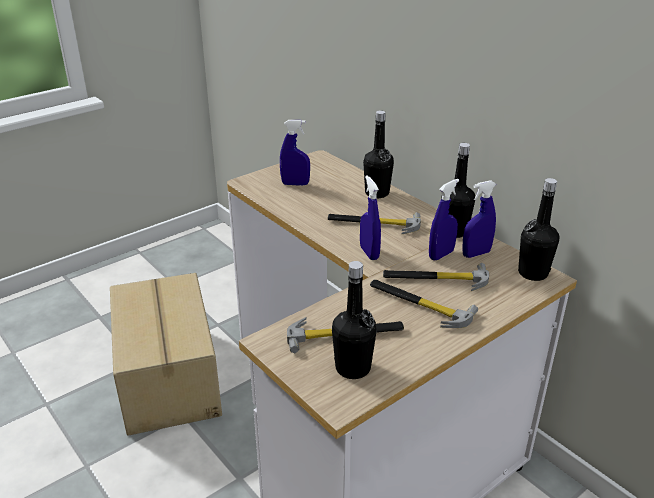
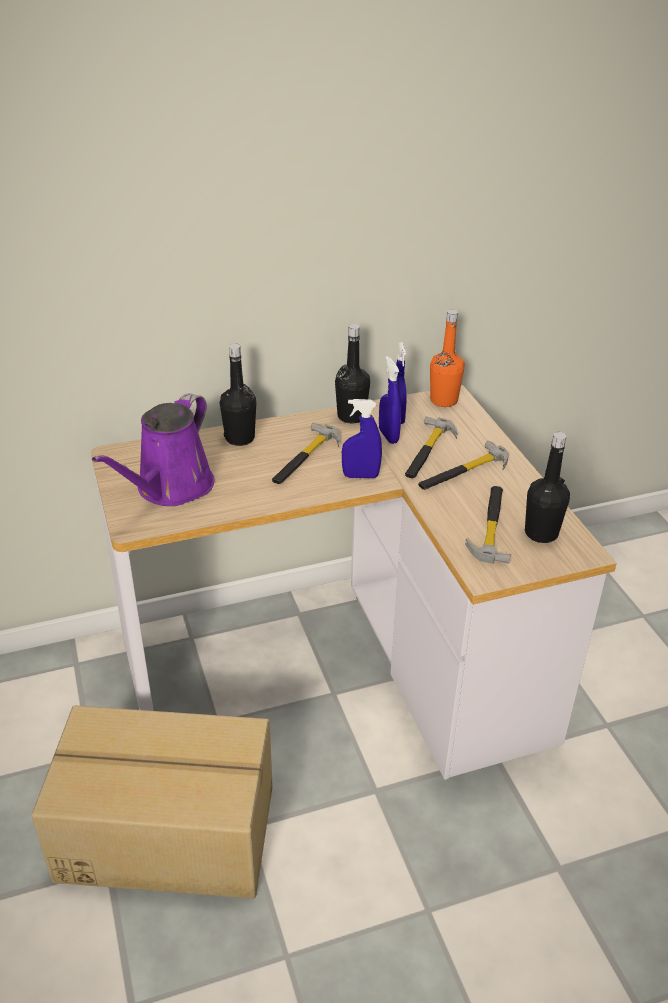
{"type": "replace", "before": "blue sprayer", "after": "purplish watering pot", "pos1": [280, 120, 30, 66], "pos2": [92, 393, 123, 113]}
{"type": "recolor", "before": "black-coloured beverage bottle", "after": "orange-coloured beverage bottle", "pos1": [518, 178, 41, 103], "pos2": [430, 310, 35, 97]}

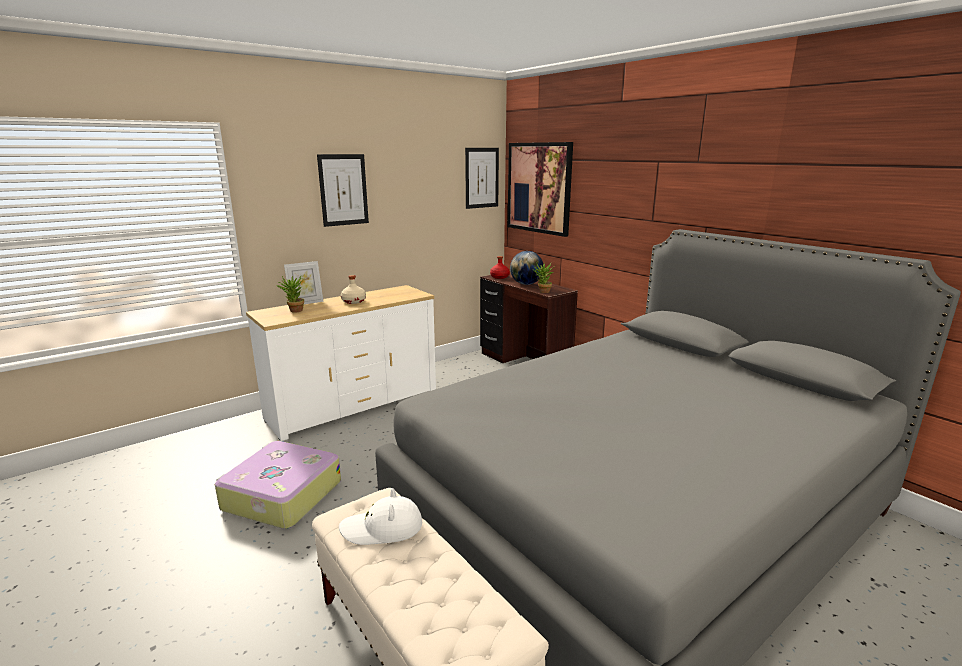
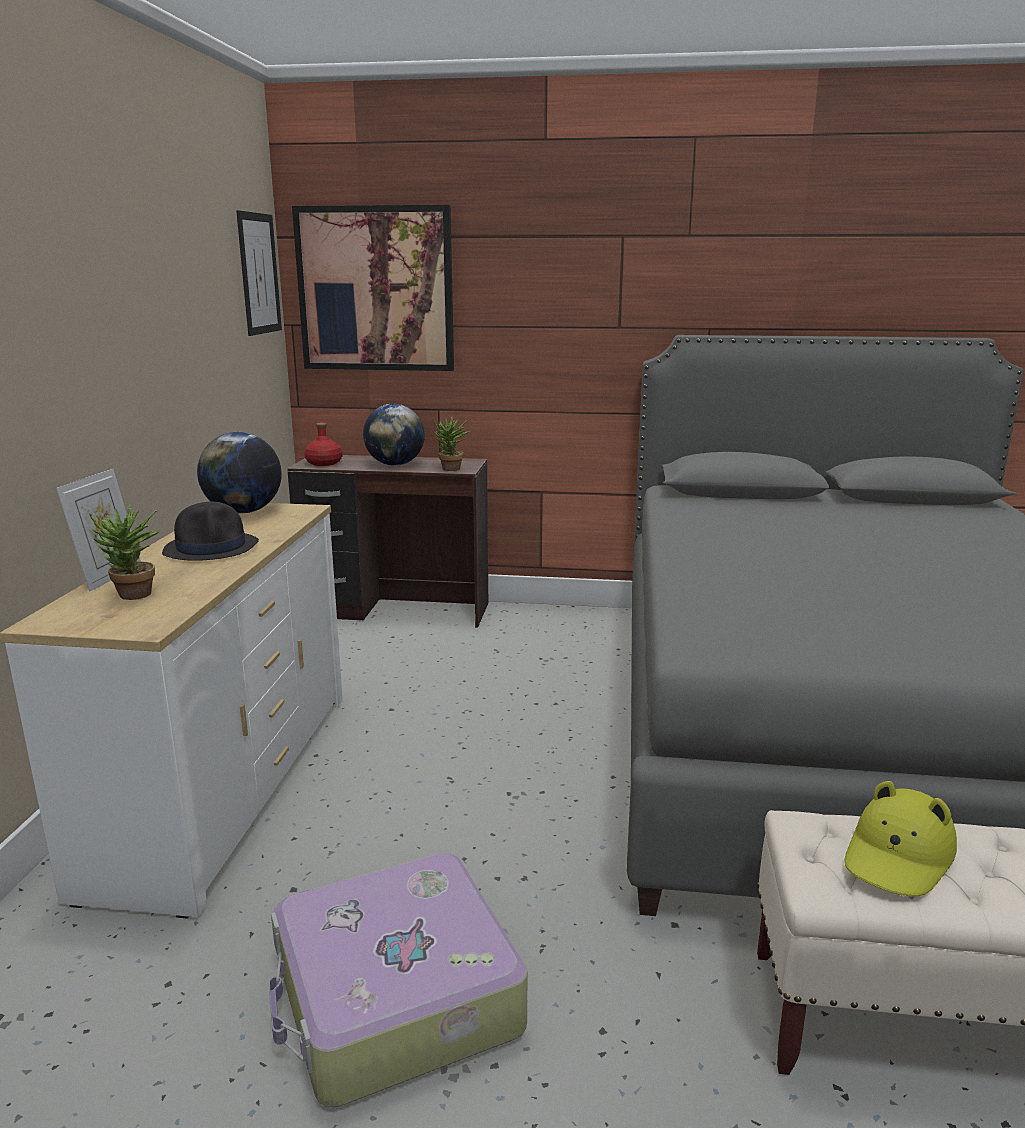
{"type": "replace", "before": "sand-coloured beverage bottle", "after": "black-coloured hat", "pos1": [341, 275, 25, 29], "pos2": [162, 502, 97, 59]}
{"type": "insert", "after": "world globe", "pos2": [197, 432, 85, 81]}
{"type": "recolor", "before": "white hat", "after": "yellow hat", "pos1": [339, 488, 83, 57], "pos2": [844, 781, 113, 115]}
{"type": "delete", "before": "wall picture", "pos1": [317, 154, 52, 73]}

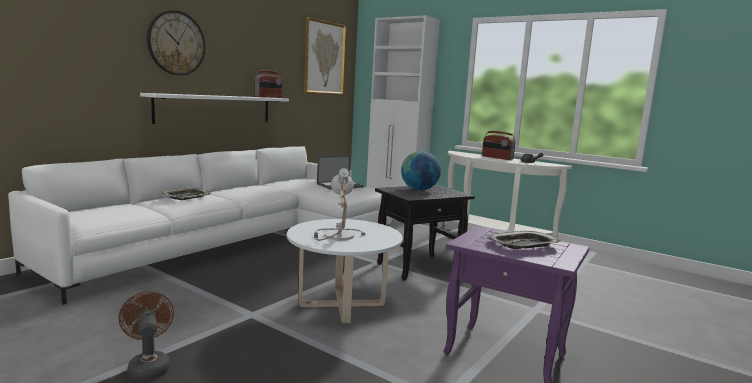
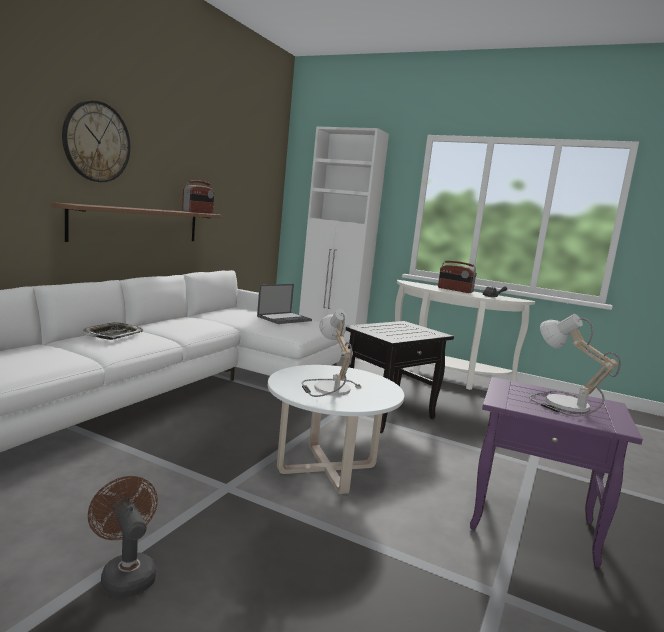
{"type": "recolor", "before": "white shelf", "after": "brown shelf", "pos1": [140, 93, 149, 31], "pos2": [52, 202, 170, 40]}
{"type": "replace", "before": "serving tray", "after": "lamp for a table", "pos1": [487, 231, 73, 18], "pos2": [529, 314, 92, 103]}
{"type": "delete", "before": "wall picture", "pos1": [304, 17, 42, 78]}
{"type": "delete", "before": "world globe", "pos1": [401, 151, 40, 39]}

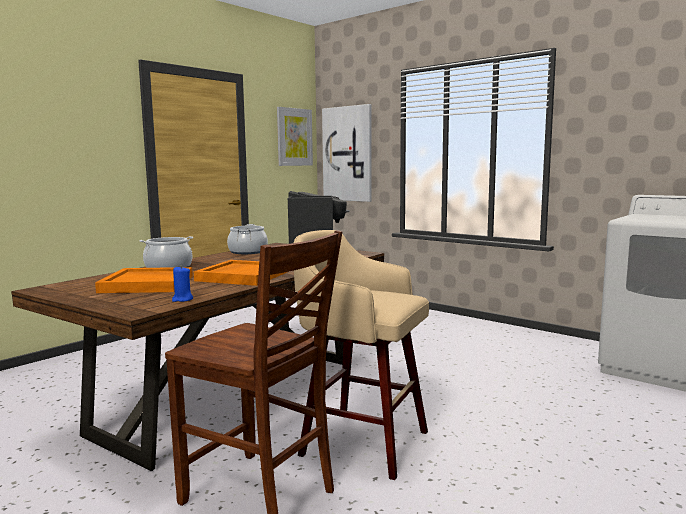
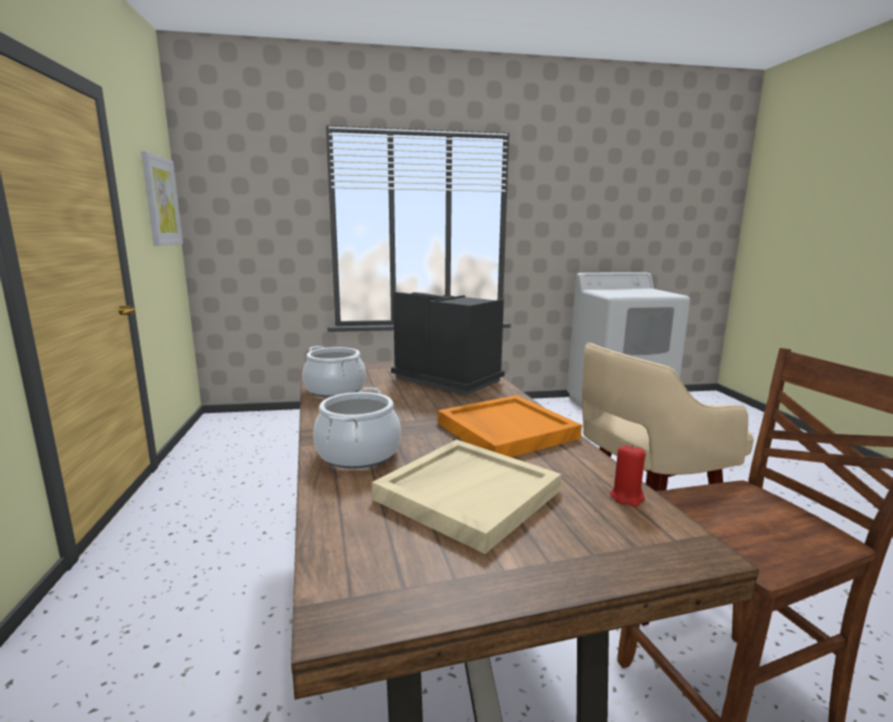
{"type": "recolor", "before": "orange-coloured serving tray", "after": "sand-coloured serving tray", "pos1": [95, 267, 98, 26], "pos2": [372, 439, 189, 115]}
{"type": "recolor", "before": "blue candle", "after": "red-coloured candle", "pos1": [172, 267, 21, 35], "pos2": [610, 444, 36, 63]}
{"type": "delete", "before": "wall picture", "pos1": [322, 104, 50, 98]}

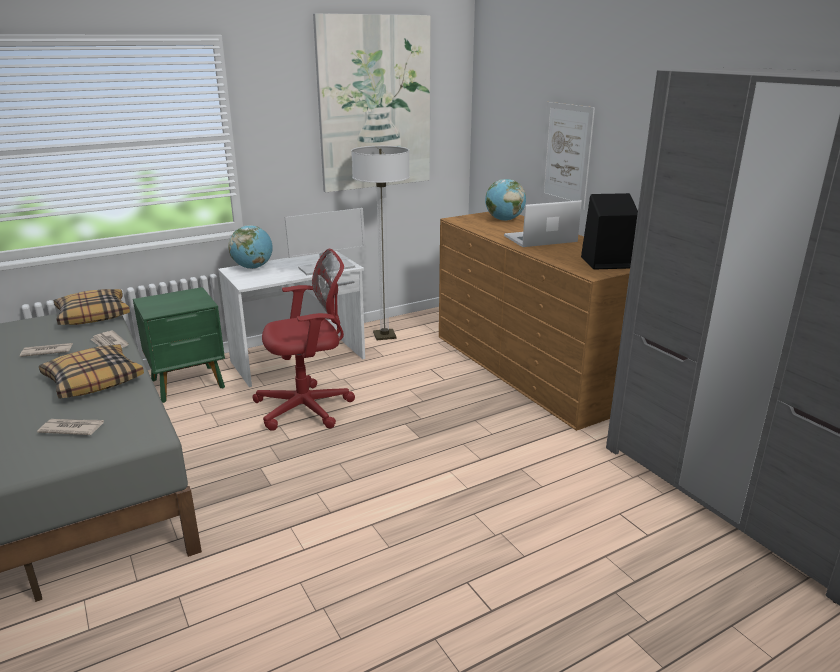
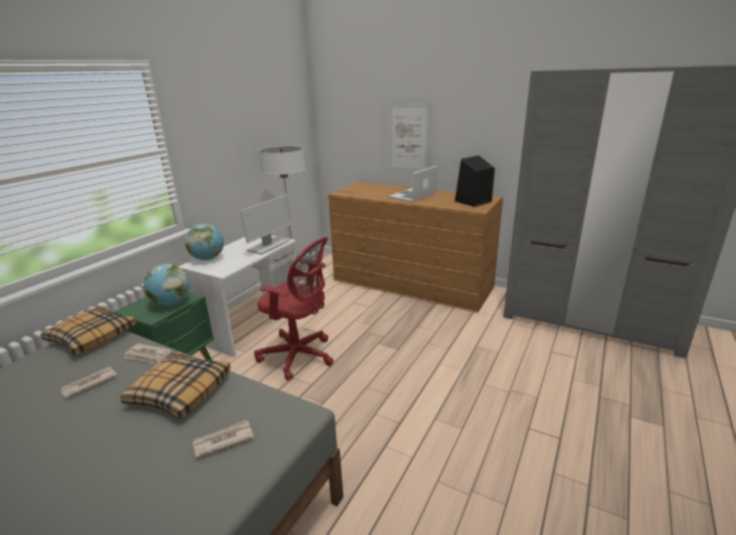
{"type": "move", "before": "world globe", "pos1": [485, 179, 41, 42], "pos2": [144, 264, 46, 42]}
{"type": "rotate", "before": "red-coloured office chair", "pos1": [252, 249, 103, 182], "pos2": [254, 237, 80, 144], "turn": 75}
{"type": "delete", "before": "wall picture", "pos1": [313, 13, 118, 179]}

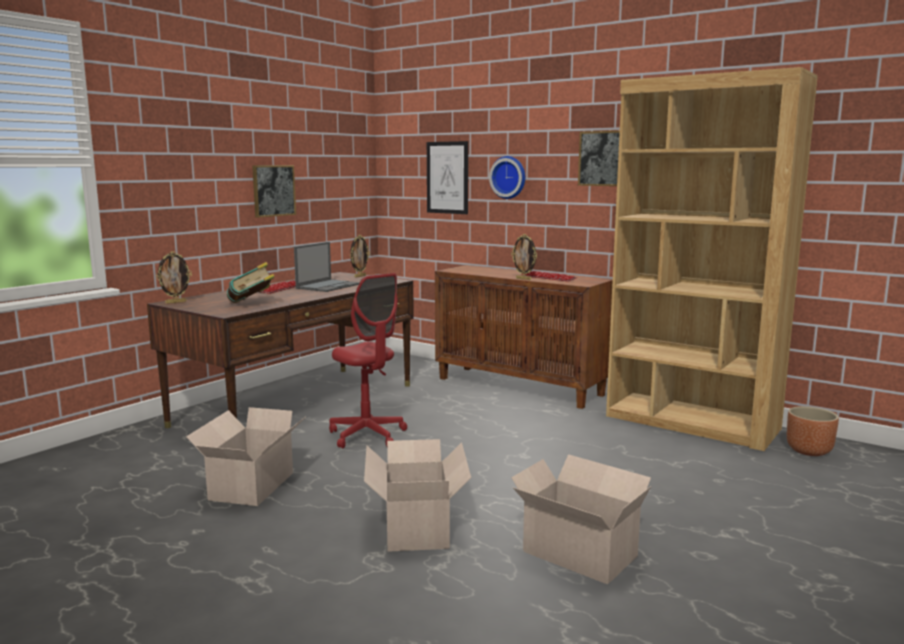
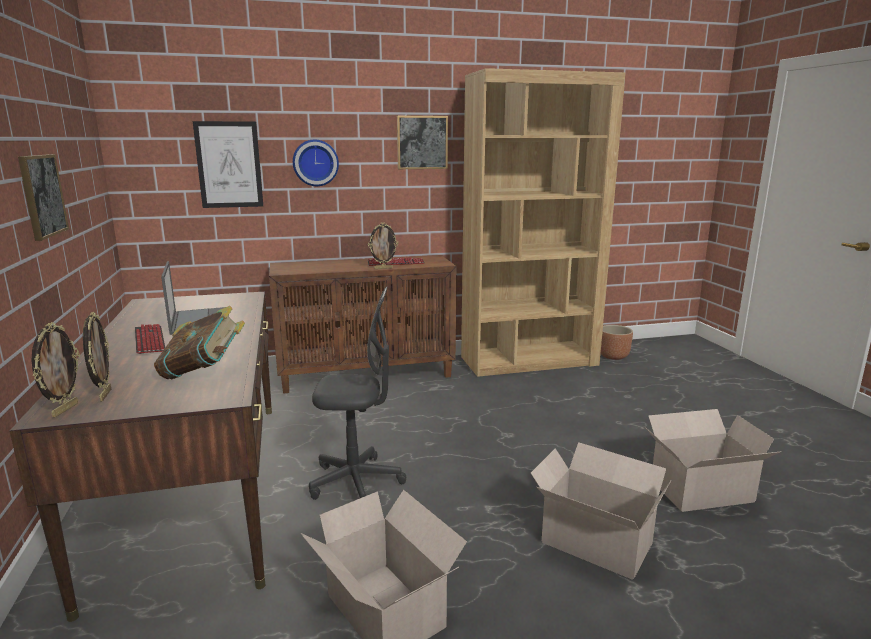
{"type": "move", "before": "standing frame", "pos1": [350, 235, 20, 43], "pos2": [83, 312, 28, 90]}
{"type": "recolor", "before": "red-coloured office chair", "after": "greyish office chair", "pos1": [329, 273, 78, 175], "pos2": [309, 287, 97, 213]}

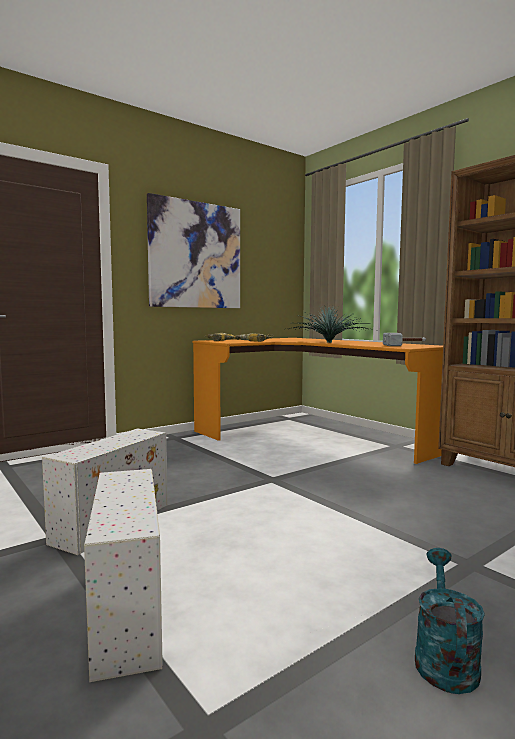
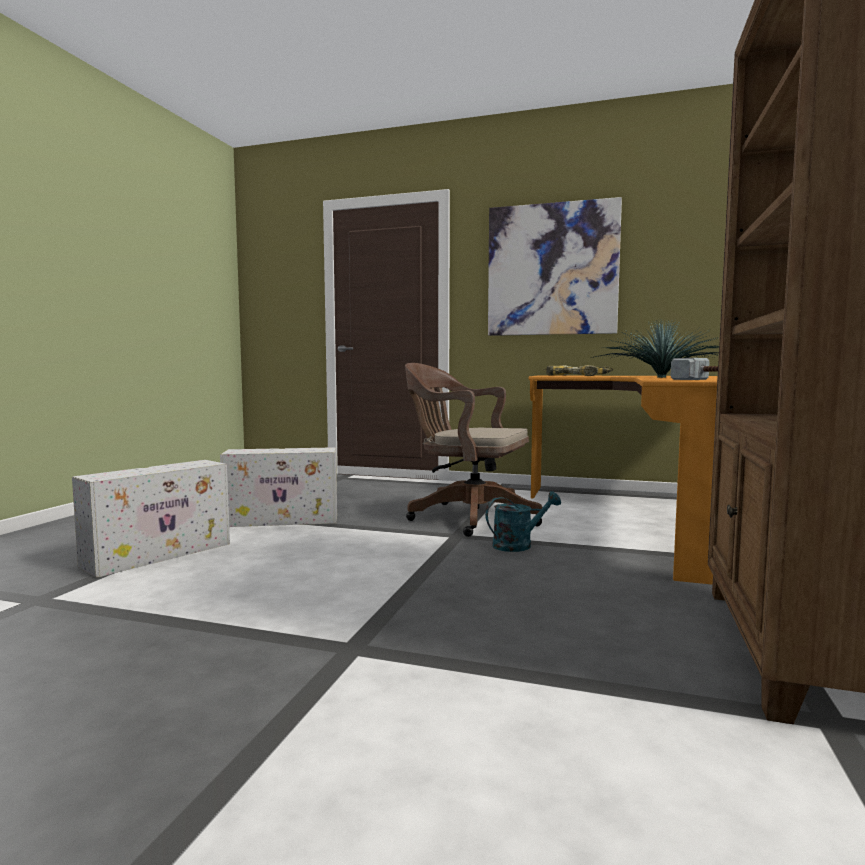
{"type": "insert", "after": "brown office chair", "pos2": [405, 363, 137, 174]}
{"type": "move", "before": "blue-green watering pot", "pos1": [415, 548, 70, 146], "pos2": [485, 491, 76, 61]}

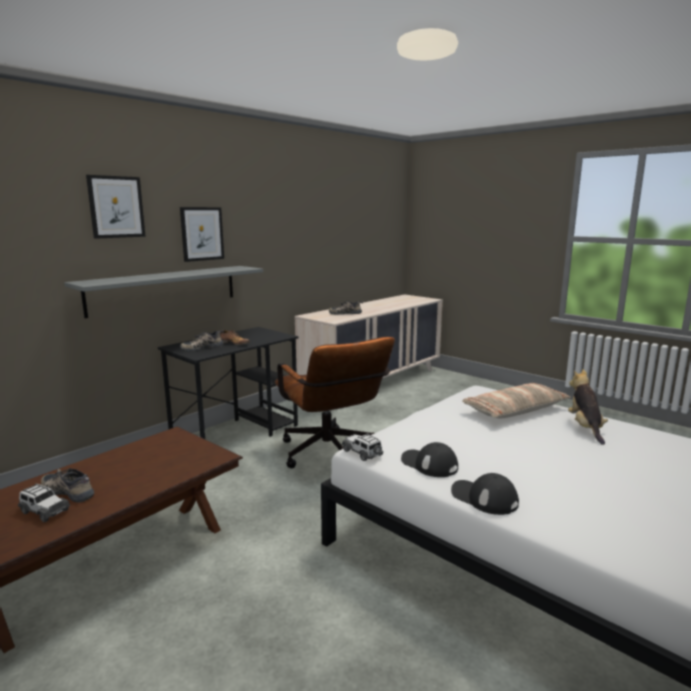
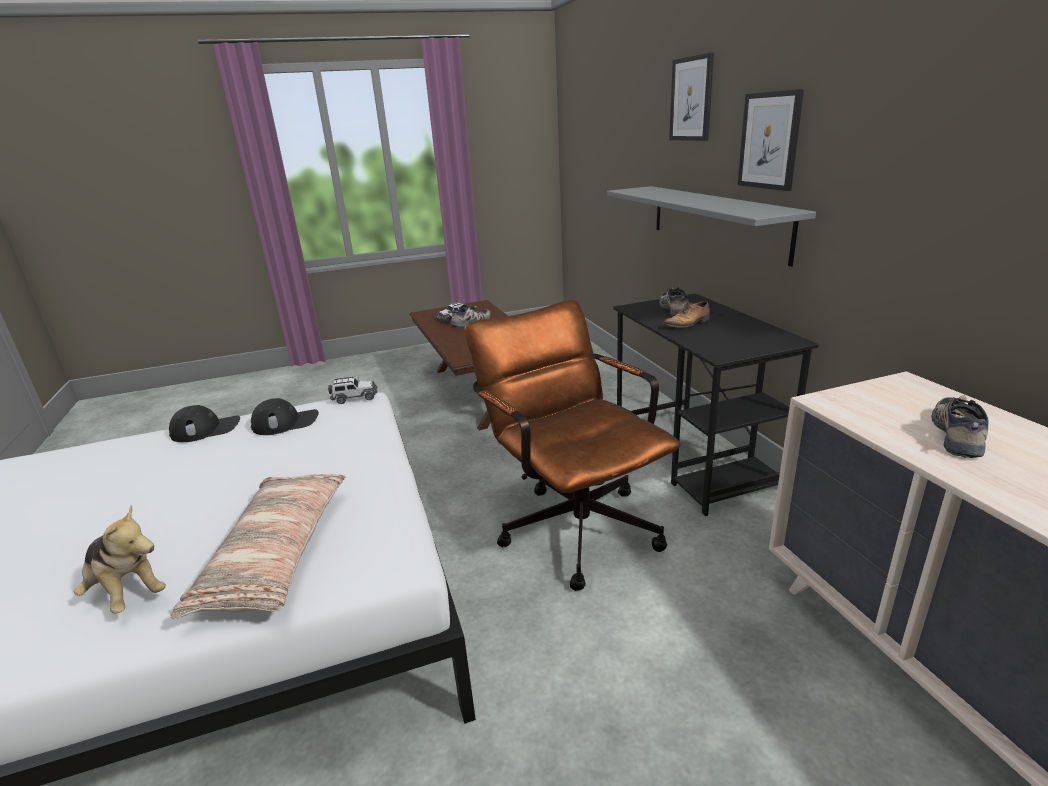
{"type": "rotate", "before": "brown office chair", "pos1": [275, 337, 120, 131], "pos2": [464, 300, 217, 291], "turn": 60}

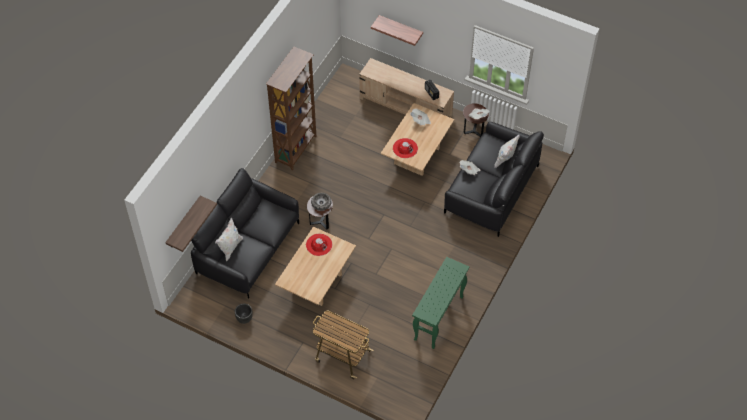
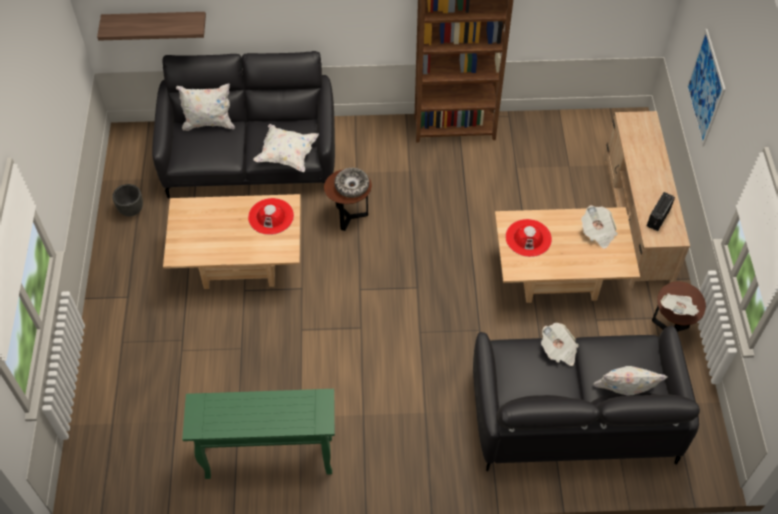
{"type": "insert", "after": "white throw pillow", "pos2": [253, 124, 66, 48]}
{"type": "replace", "before": "shelf", "after": "wall picture", "pos1": [371, 15, 52, 31], "pos2": [686, 29, 40, 118]}
{"type": "delete", "before": "trolley", "pos1": [313, 311, 60, 68]}

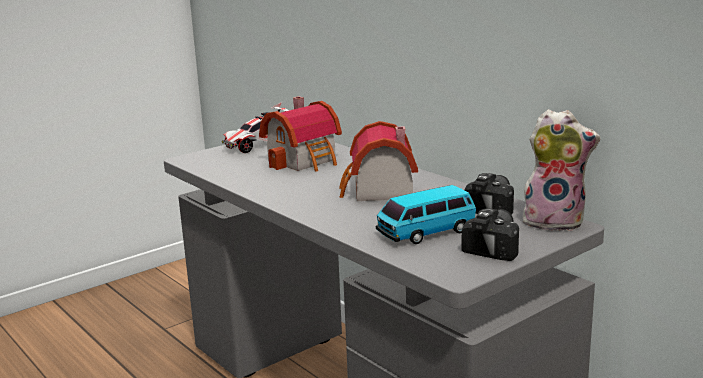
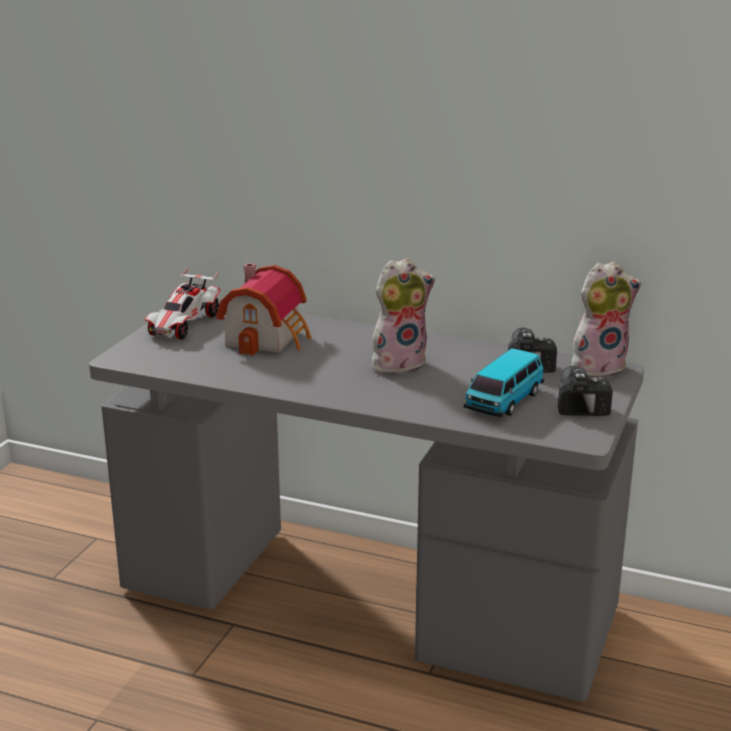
{"type": "replace", "before": "miniature house", "after": "plush toy", "pos1": [339, 121, 79, 80], "pos2": [372, 258, 63, 116]}

